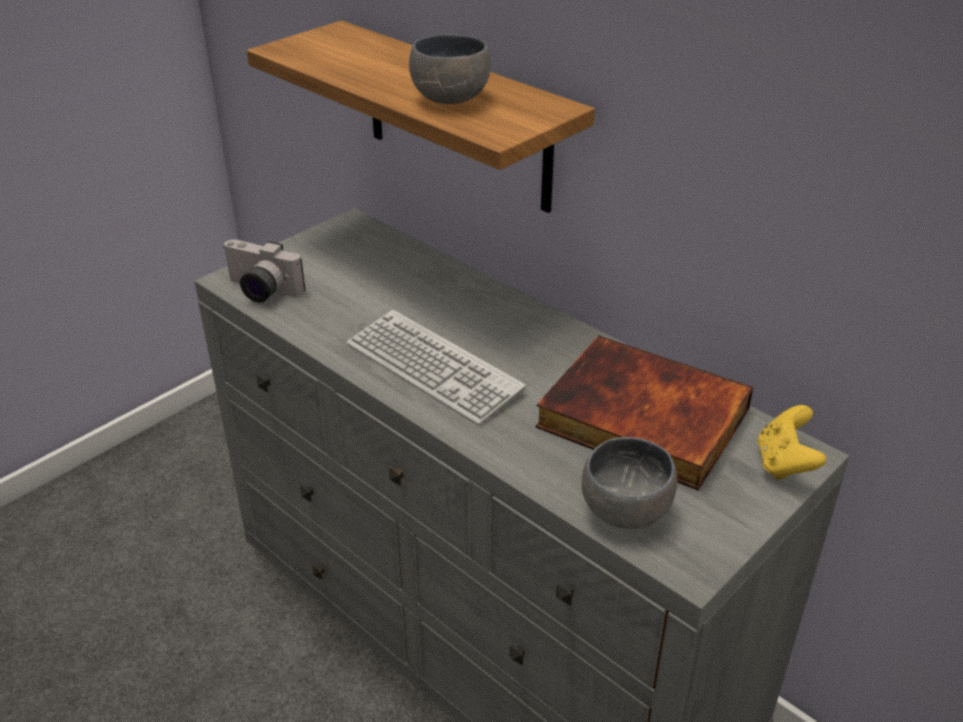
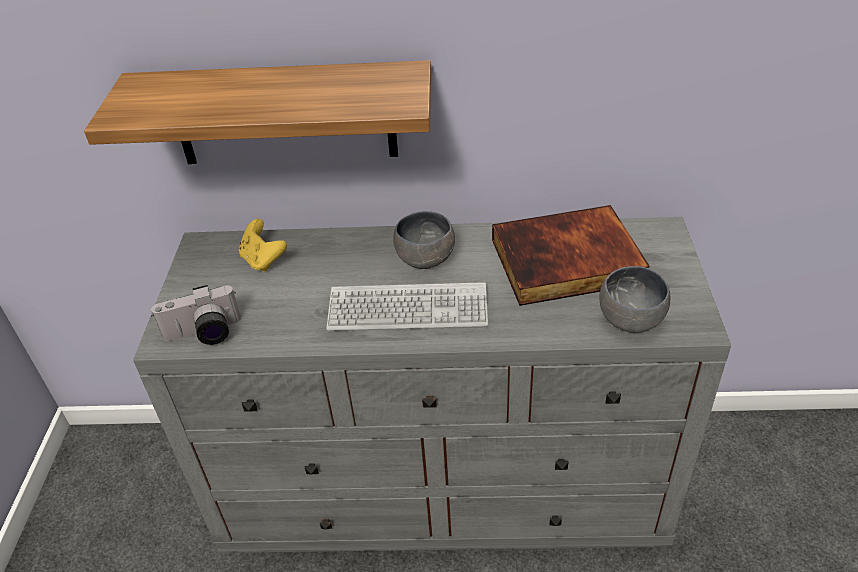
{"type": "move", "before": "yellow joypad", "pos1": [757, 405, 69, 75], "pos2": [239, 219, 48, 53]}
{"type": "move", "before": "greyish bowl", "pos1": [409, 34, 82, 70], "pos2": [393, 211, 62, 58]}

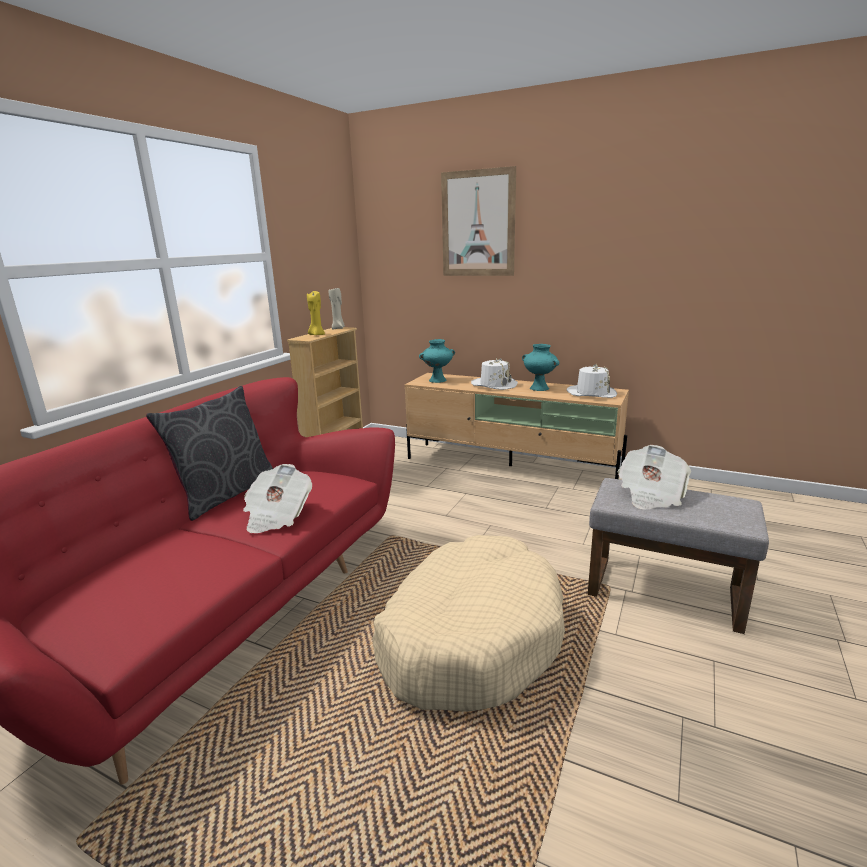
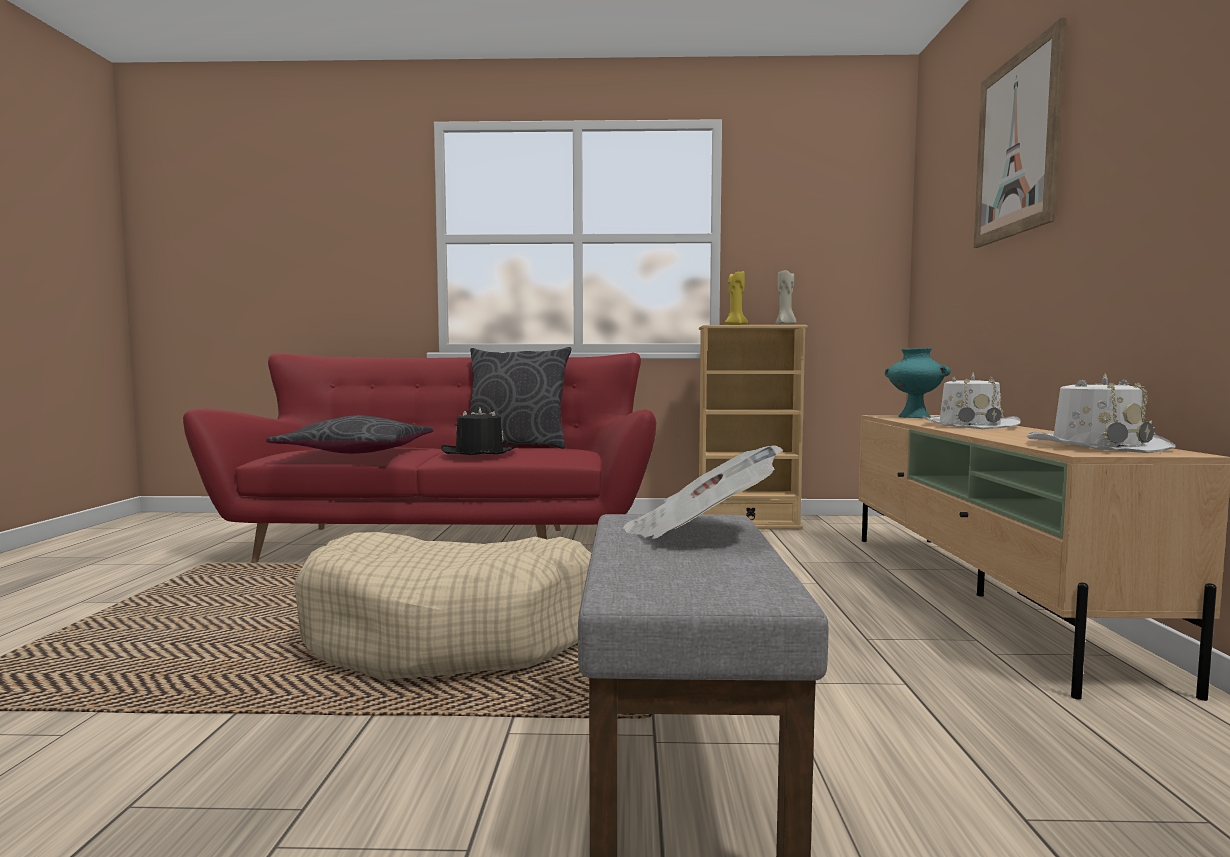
{"type": "insert", "after": "greyish throw pillow", "pos2": [266, 415, 168, 39]}
{"type": "replace", "before": "daily paper", "after": "black-coloured hat", "pos1": [243, 464, 69, 69], "pos2": [441, 408, 77, 47]}
{"type": "delete", "before": "blue-green flower vase", "pos1": [522, 344, 37, 47]}

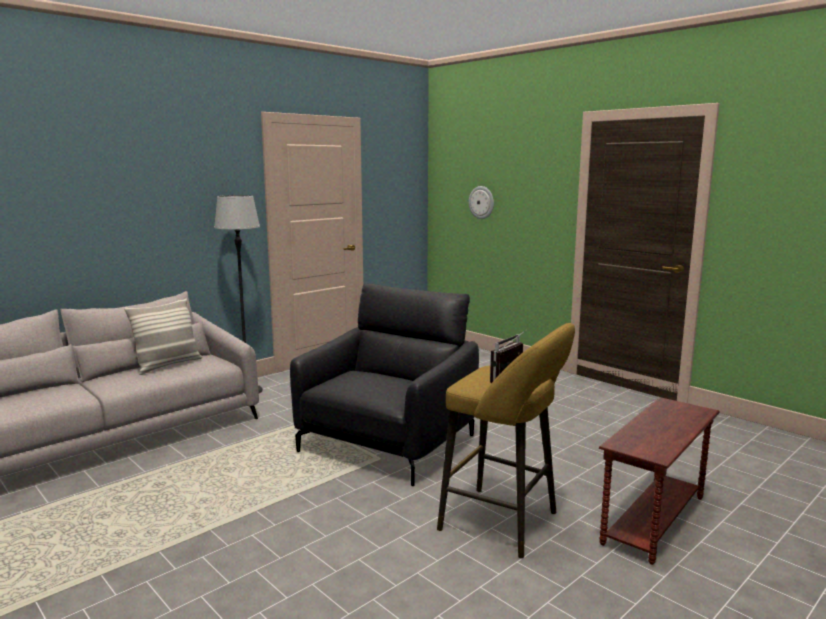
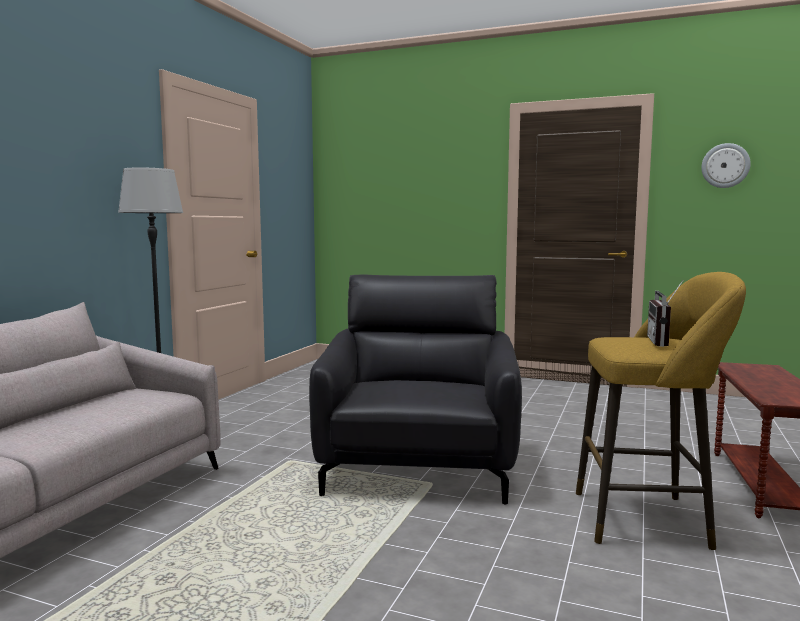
{"type": "move", "before": "hanging clock", "pos1": [469, 186, 25, 33], "pos2": [701, 143, 50, 45]}
{"type": "delete", "before": "throw pillow", "pos1": [124, 298, 78, 77]}

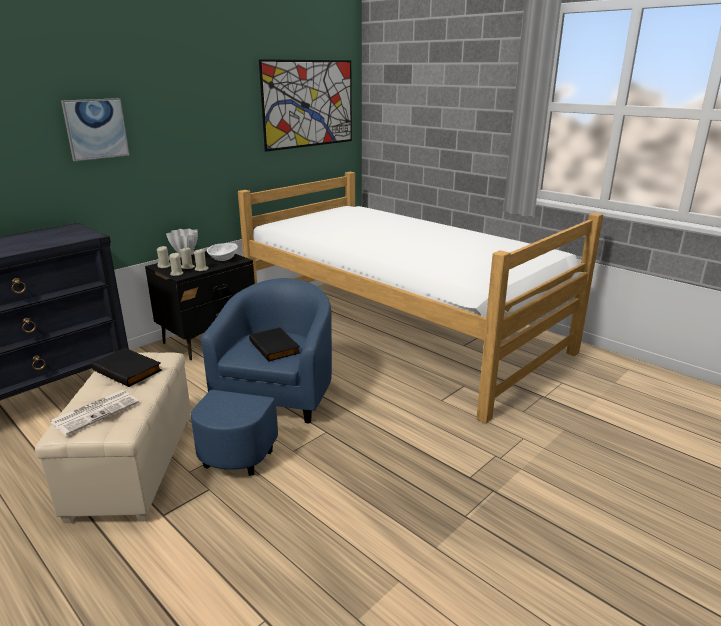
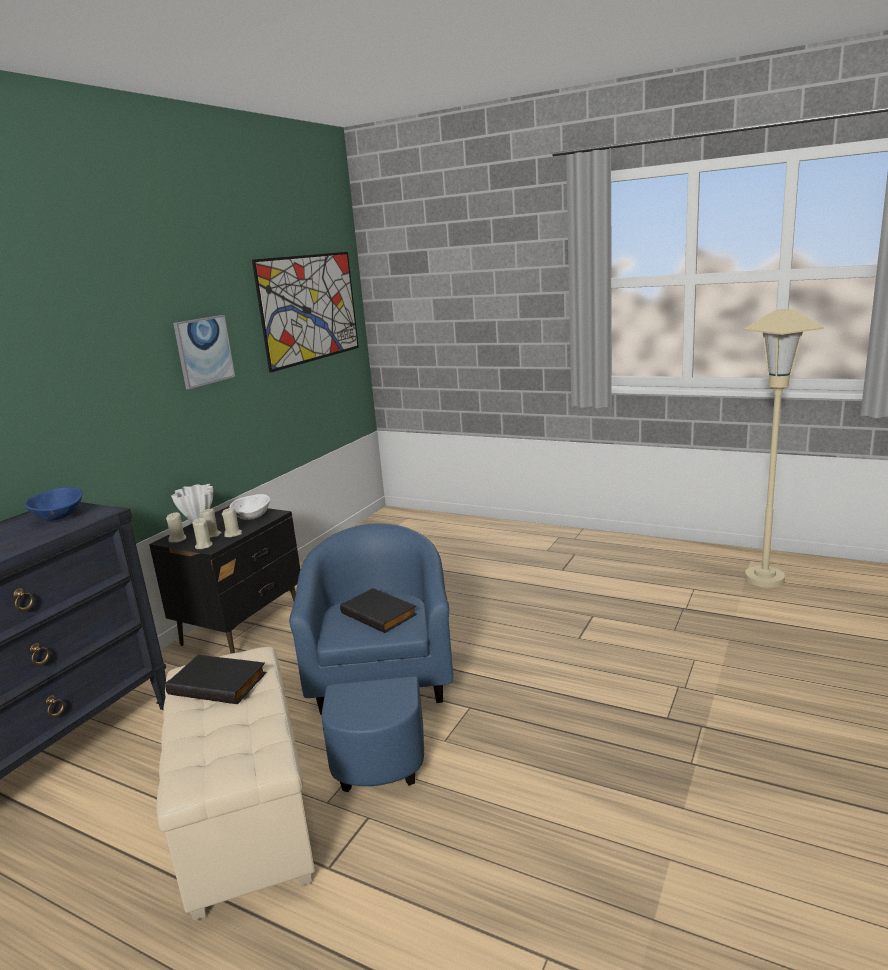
{"type": "insert", "after": "blue bowl", "pos2": [25, 487, 57, 34]}
{"type": "move", "before": "wall picture", "pos1": [61, 98, 69, 63], "pos2": [173, 315, 62, 74]}
{"type": "insert", "after": "sand-coloured standard lamp", "pos2": [744, 309, 80, 279]}
{"type": "delete", "before": "daily paper", "pos1": [50, 390, 89, 45]}
{"type": "delete", "before": "bedroom bed", "pos1": [238, 172, 365, 252]}

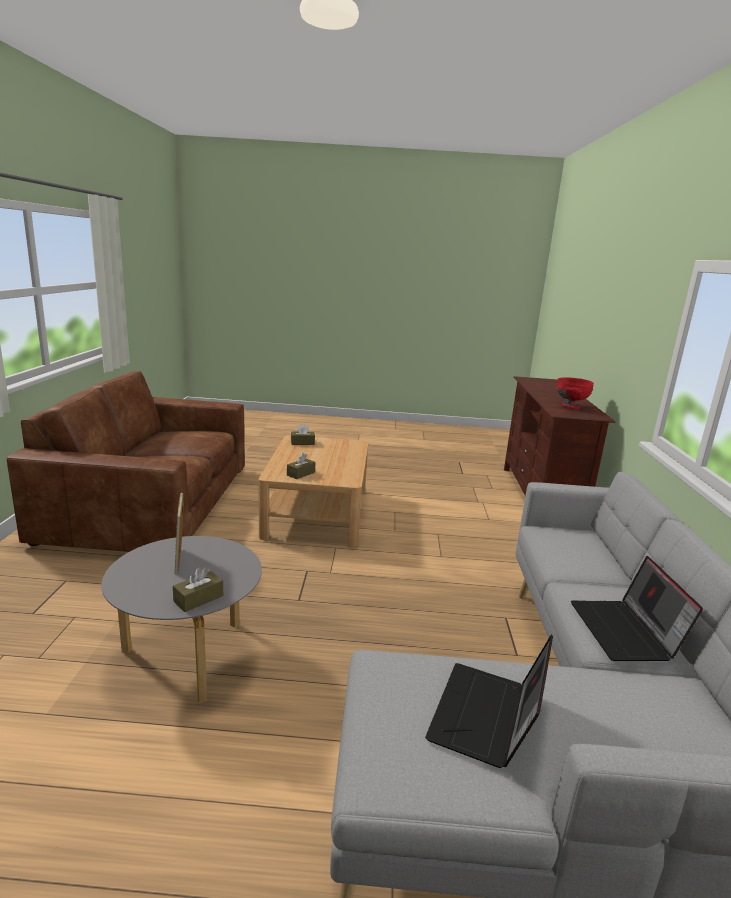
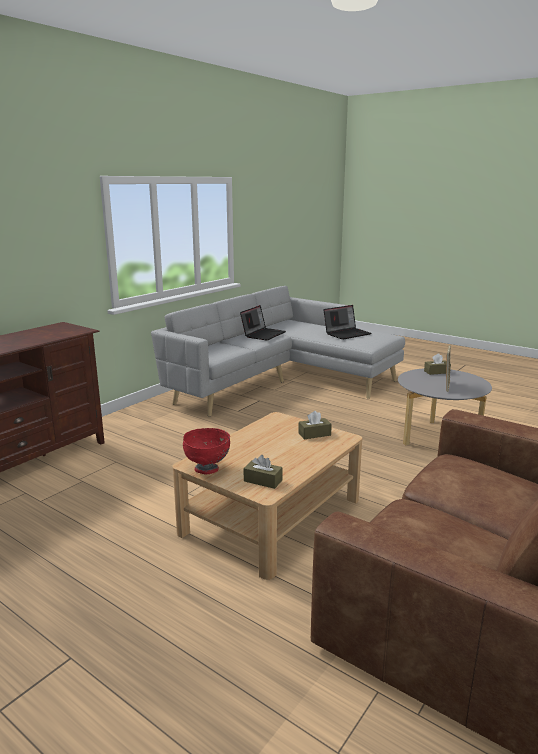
{"type": "move", "before": "red-coloured bowl", "pos1": [556, 377, 38, 32], "pos2": [183, 428, 47, 47]}

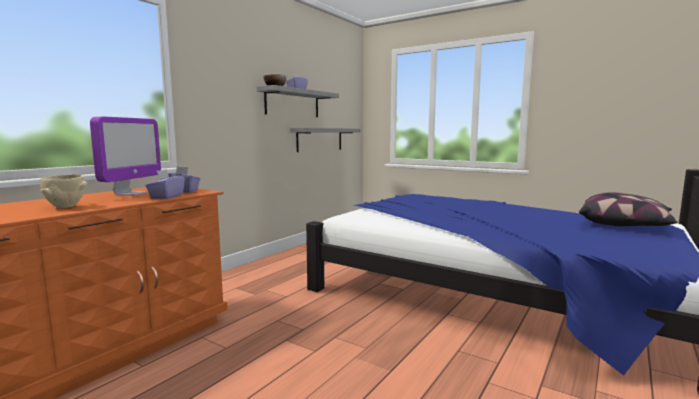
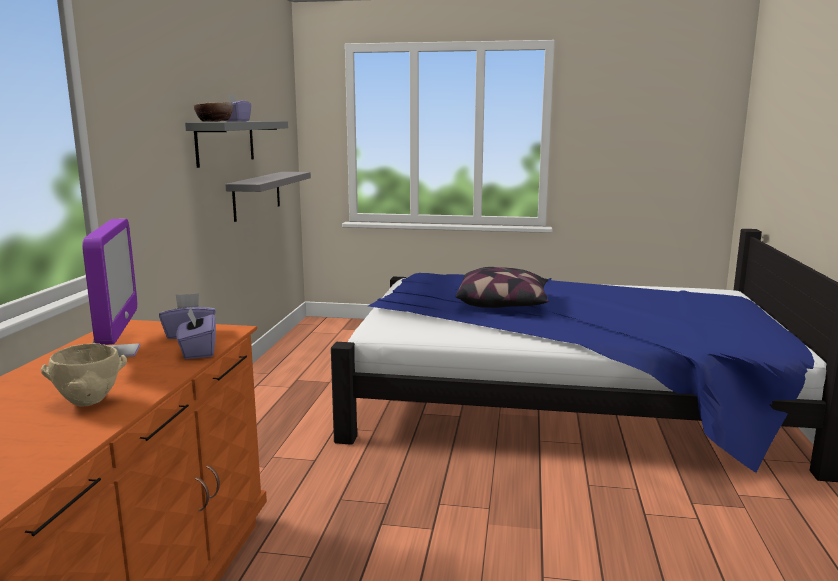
{"type": "move", "before": "throw pillow", "pos1": [579, 192, 99, 34], "pos2": [456, 267, 93, 41]}

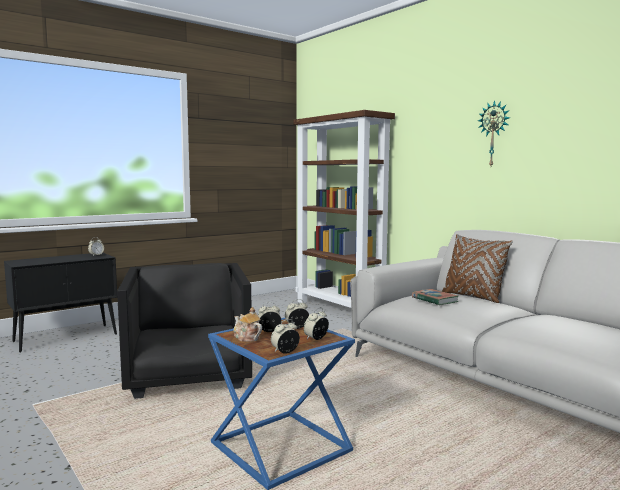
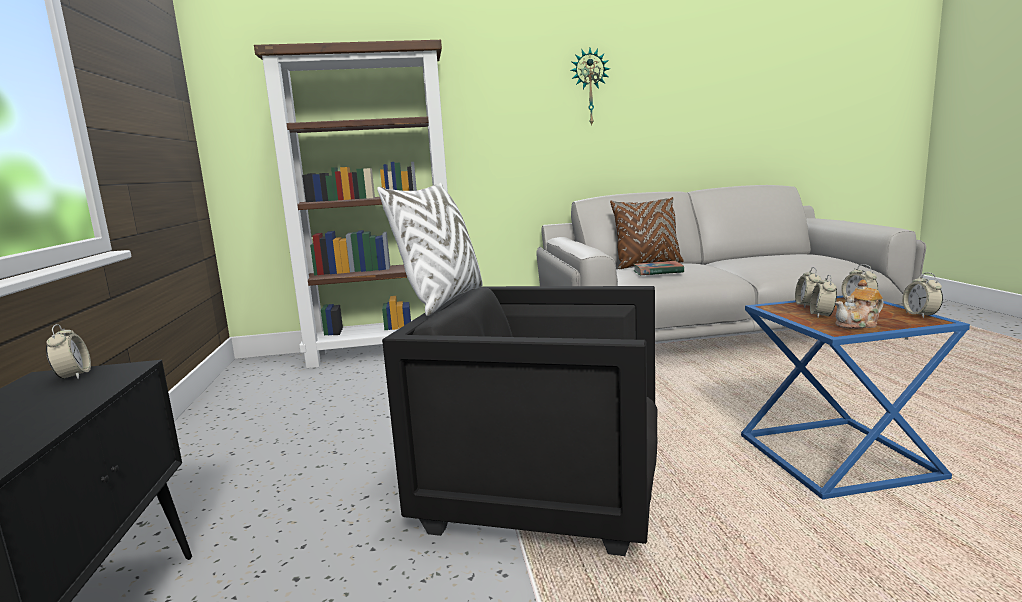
{"type": "insert", "after": "white throw pillow", "pos2": [377, 183, 106, 133]}

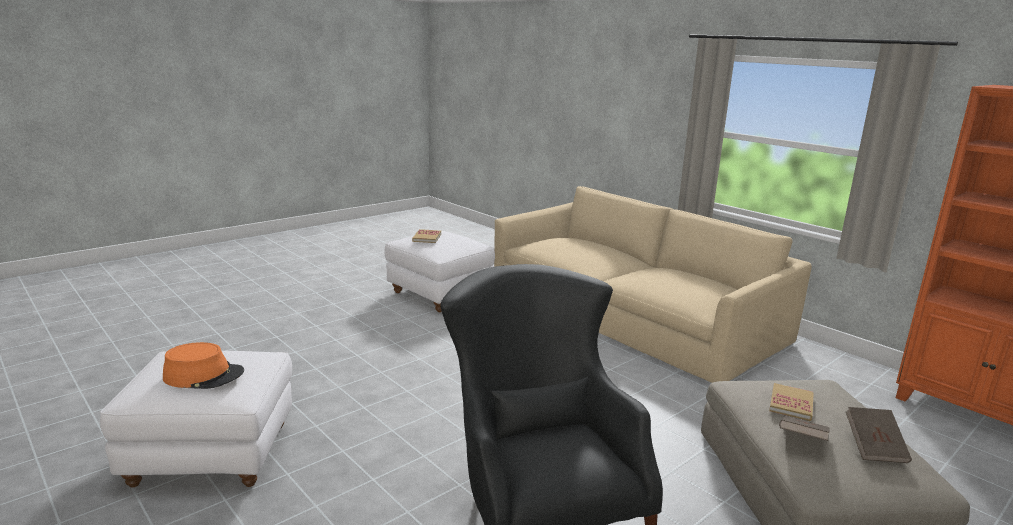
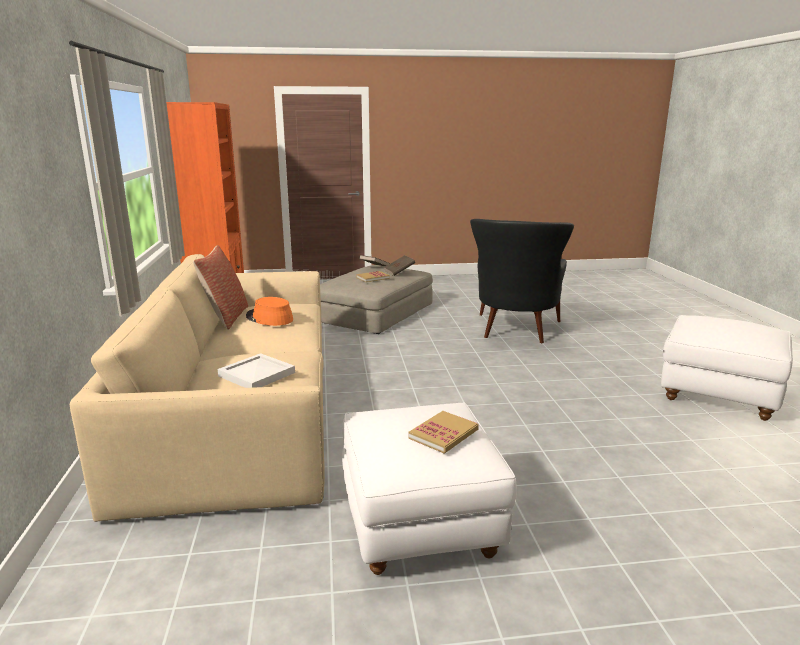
{"type": "insert", "after": "throw pillow", "pos2": [193, 245, 55, 85]}
{"type": "insert", "after": "white serving tray", "pos2": [218, 353, 77, 35]}
{"type": "move", "before": "orange-coloured hat", "pos1": [163, 342, 81, 47], "pos2": [246, 297, 47, 29]}

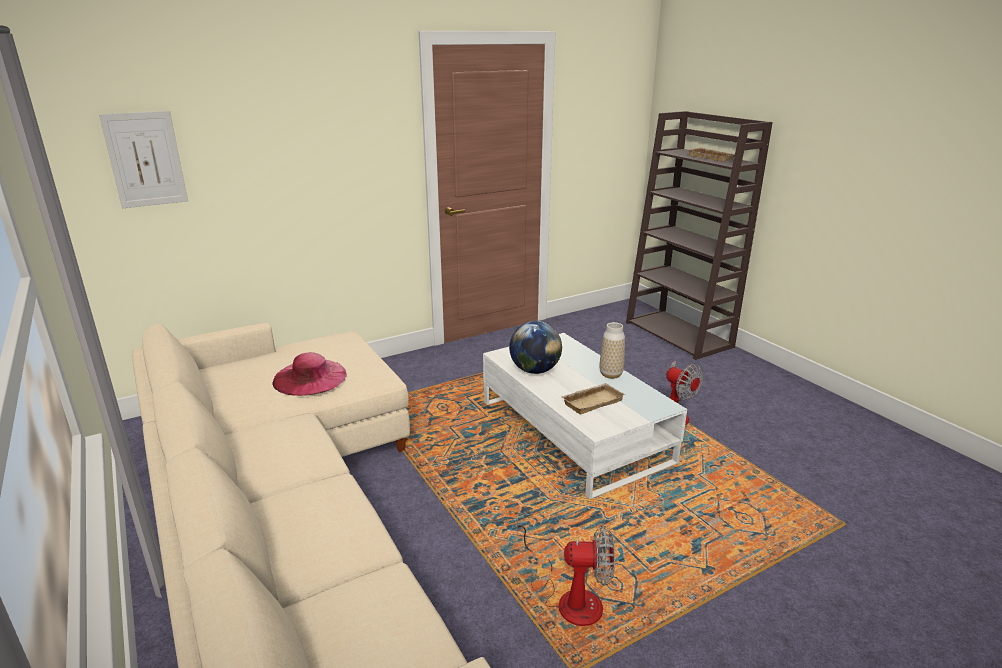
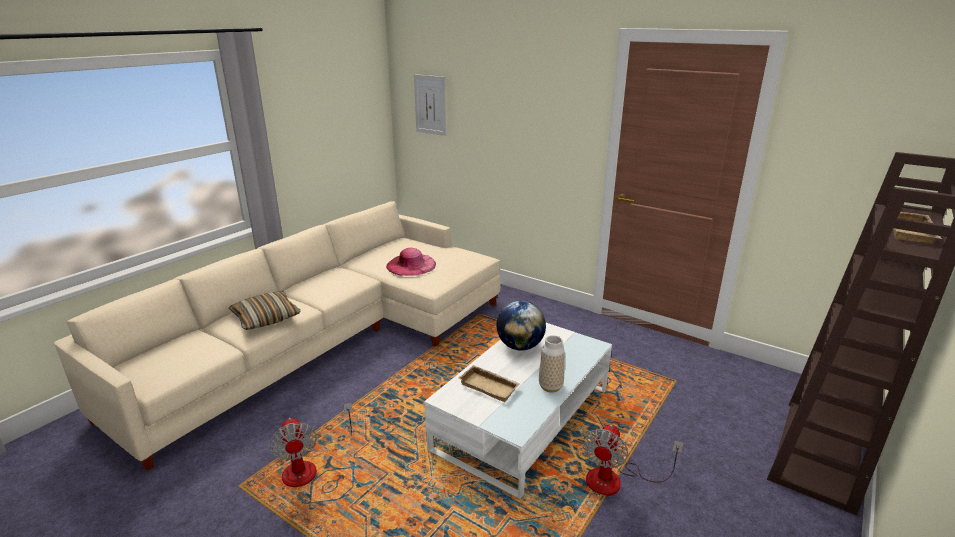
{"type": "insert", "after": "throw pillow", "pos2": [229, 292, 72, 38]}

